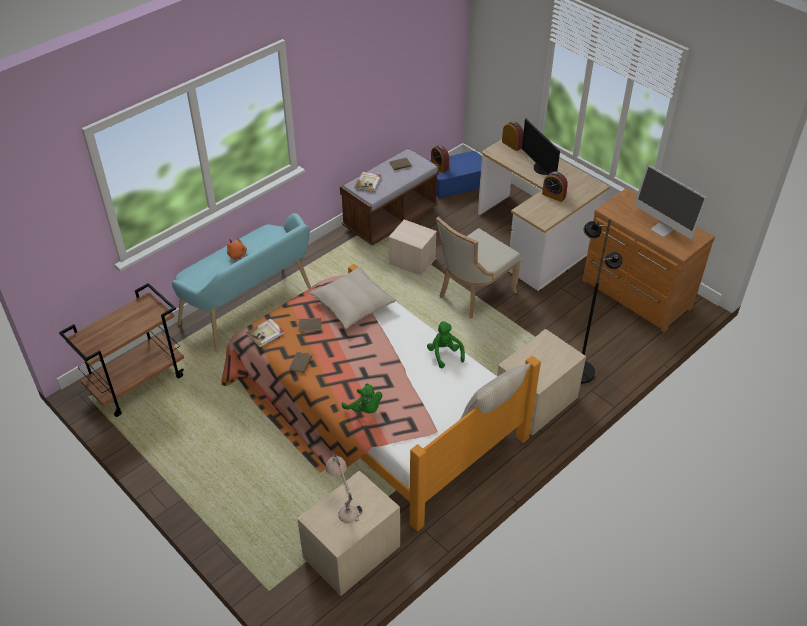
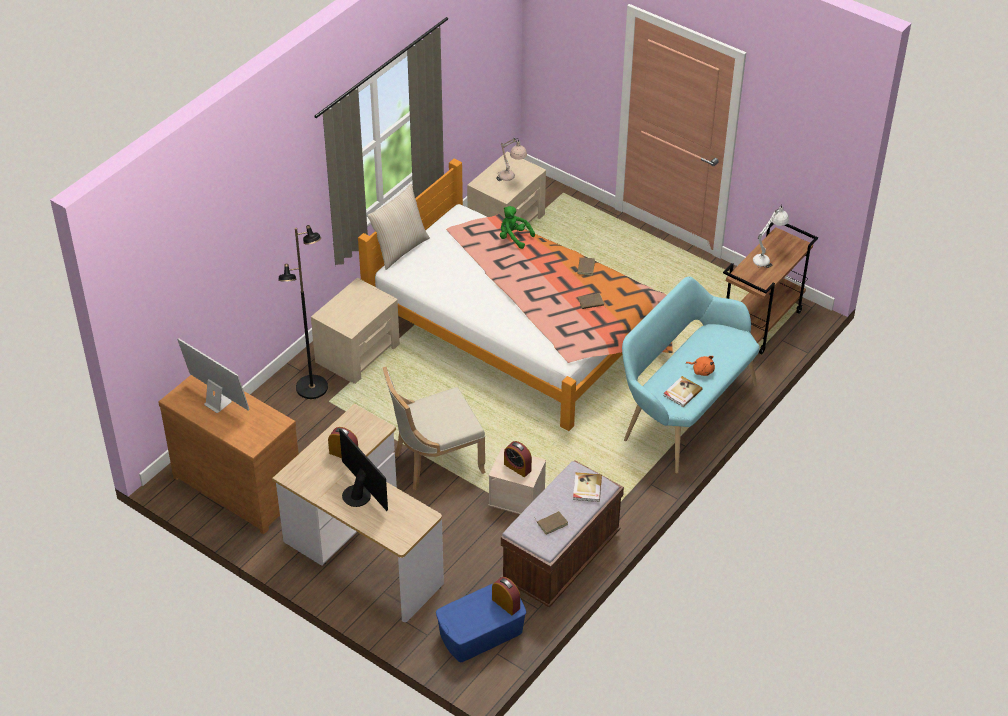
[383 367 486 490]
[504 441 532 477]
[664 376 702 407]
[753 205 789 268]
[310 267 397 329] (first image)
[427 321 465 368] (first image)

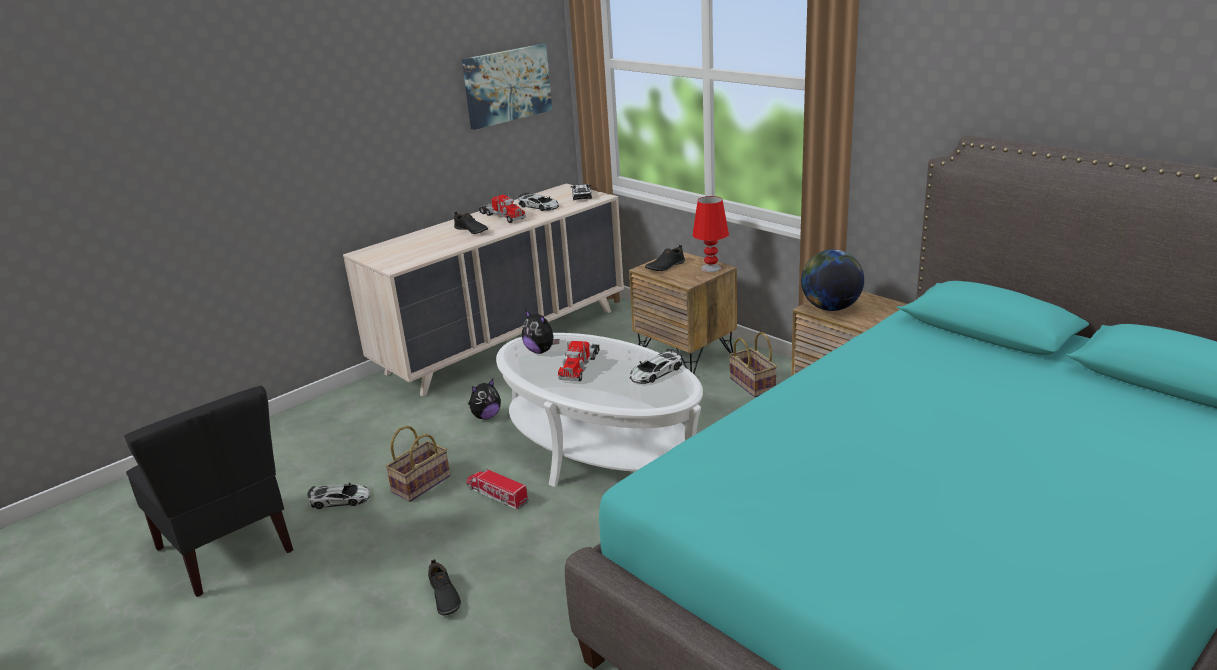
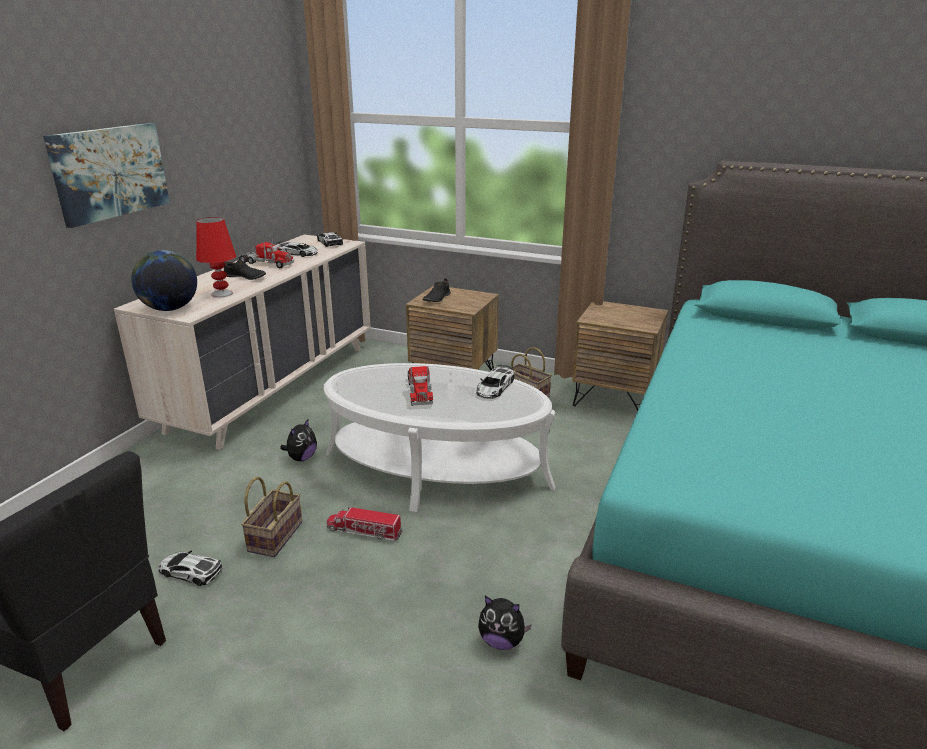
[43 123 170 228]
[131 250 197 311]
[158 551 222 586]
[196 217 236 298]
[478 596 531 650]
[428 559 461 616] (first image)

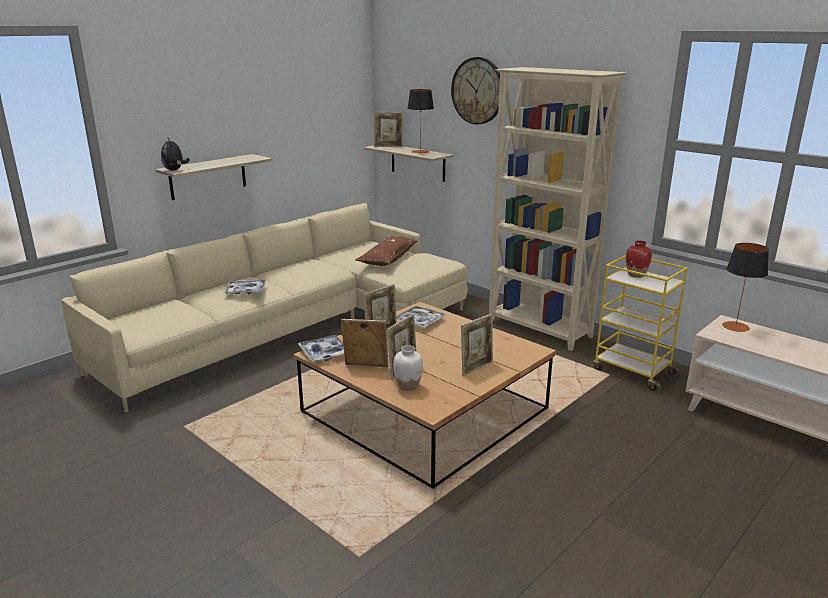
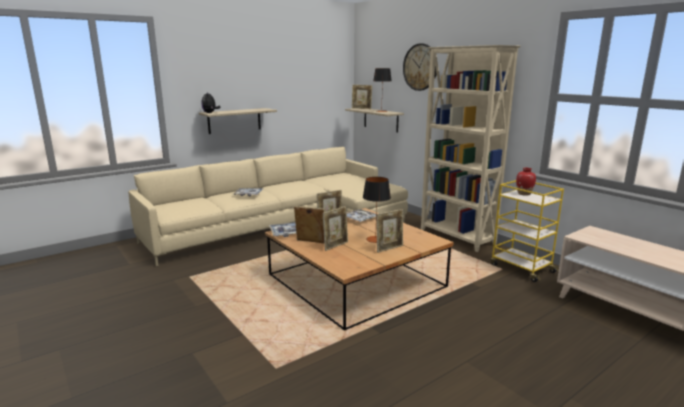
[363 177 391 243]
[355 236 417 266] (first image)
[393 345 423 391] (first image)

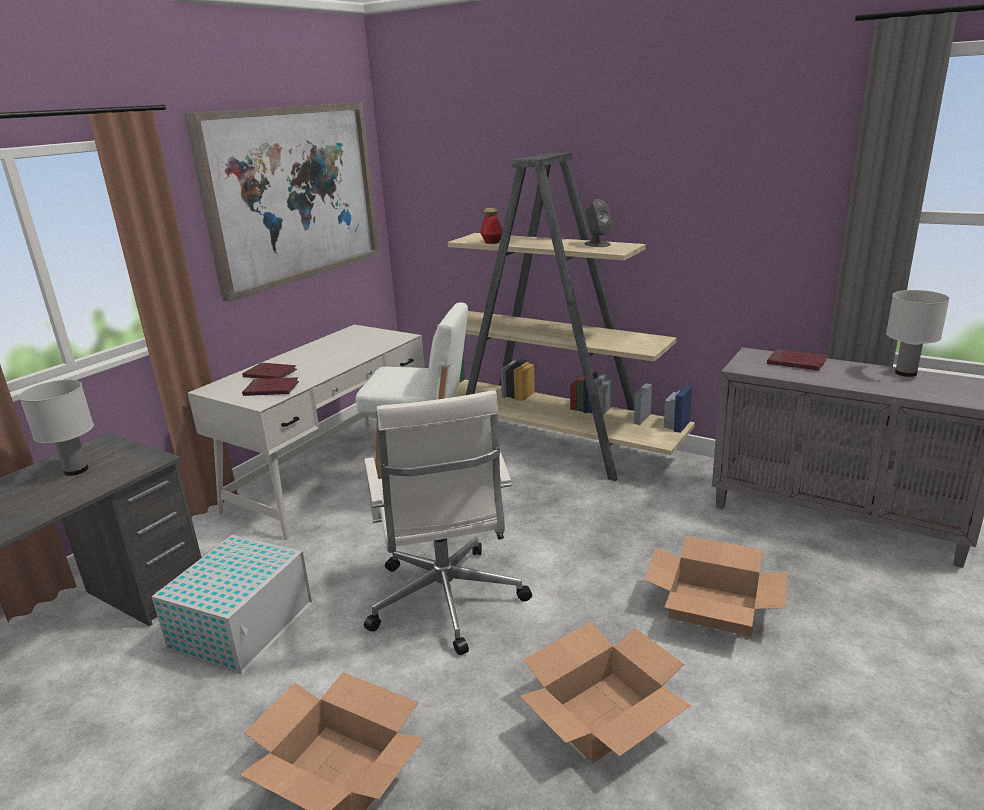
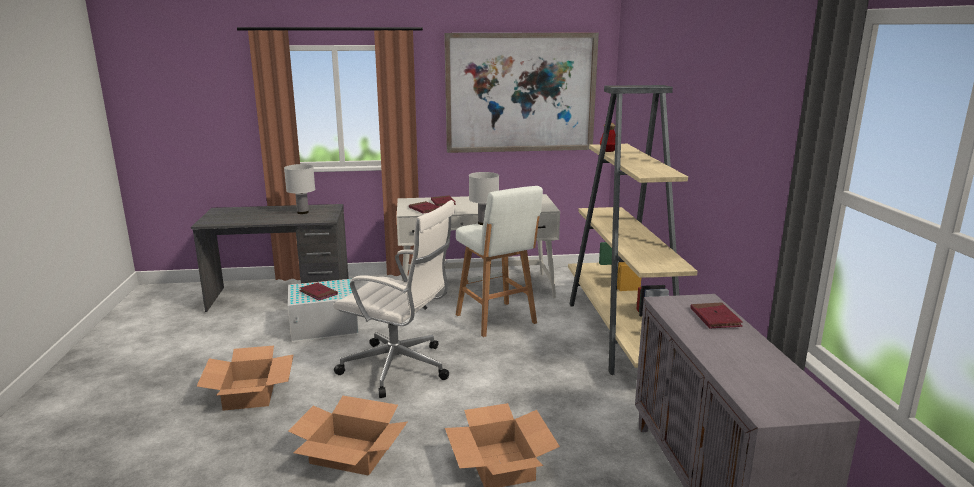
[299 283 338 300]
[333 200 455 398]
[469 172 499 225]
[585 199 612 247] (first image)

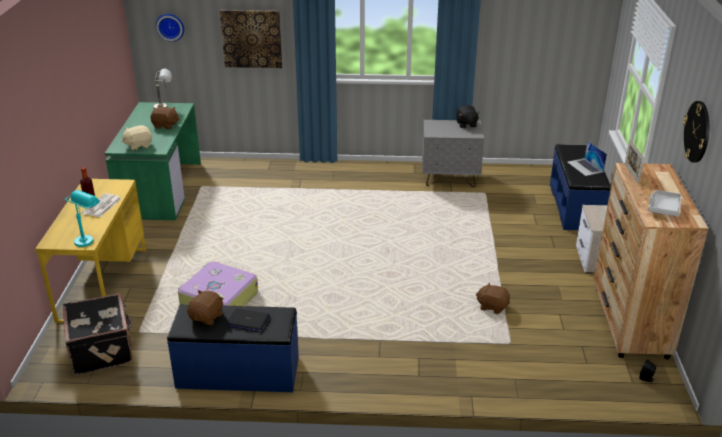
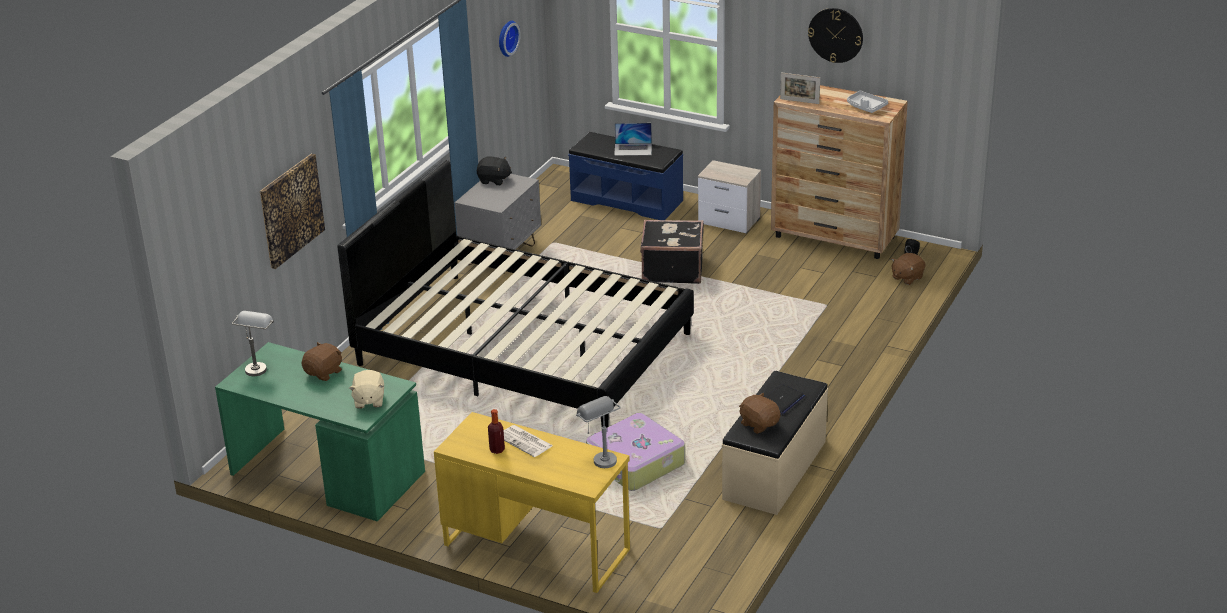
[338 160 694 428]
[499 21 521 57]
[576 396 621 468]
[640 220 704 284]
[722 371 828 515]
[891 253 925 285]

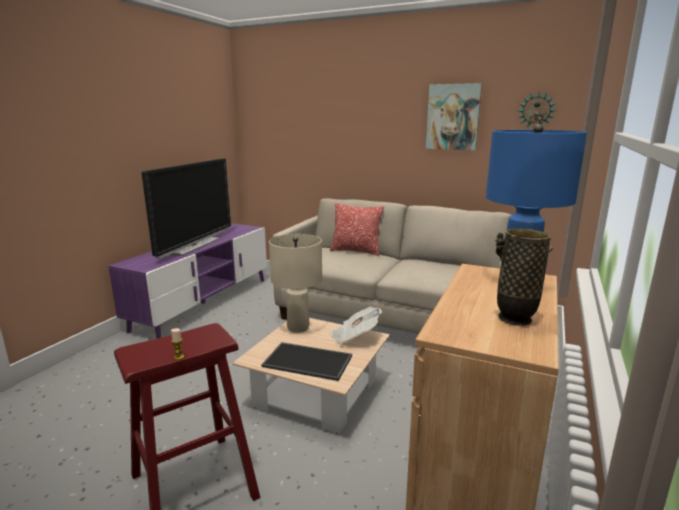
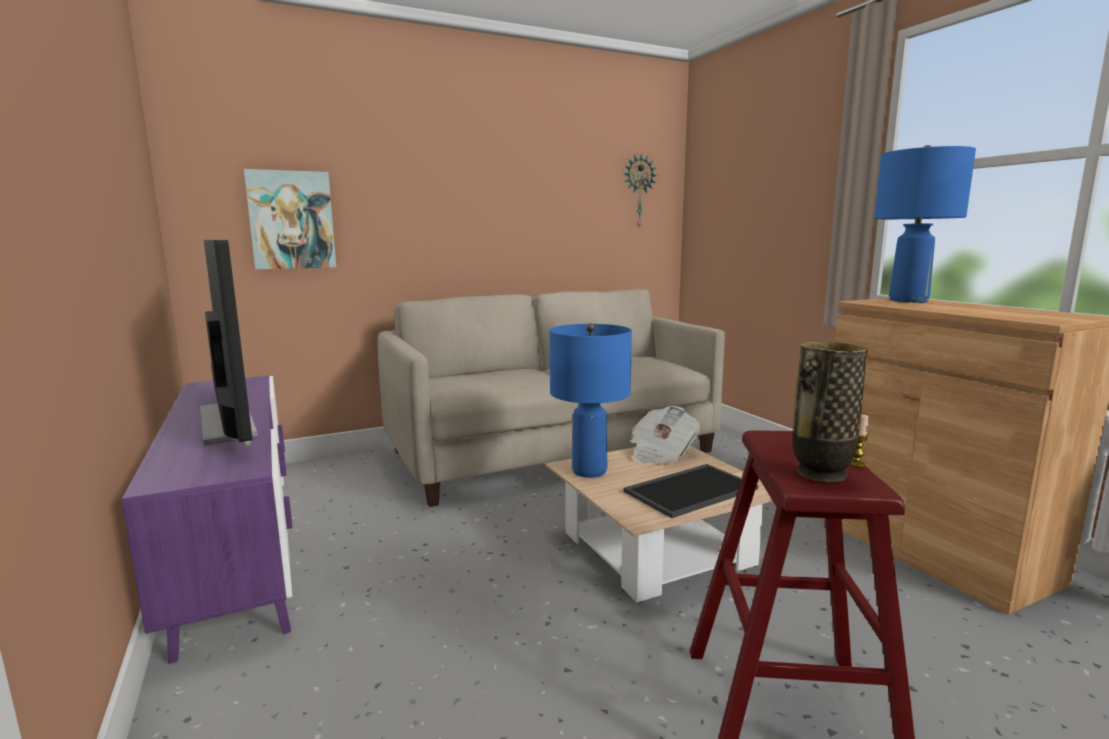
[244 169 336 269]
[550 323 632 478]
[793 342 868 482]
[330 203 384 256] (first image)

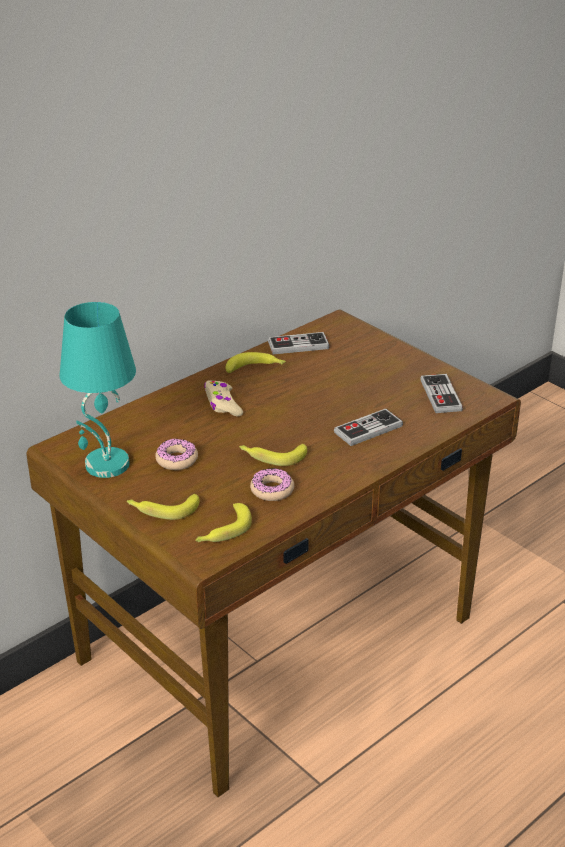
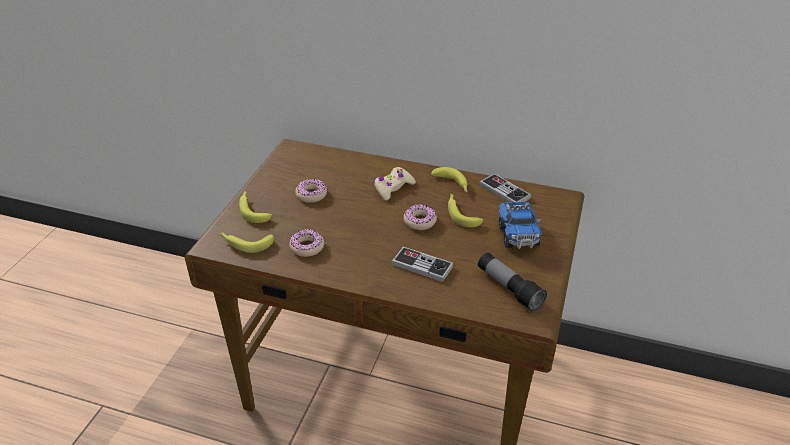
[404 204 437 230]
[448 194 483 227]
[478 253 547 312]
[499 202 542 249]
[60 302 136 478] (first image)

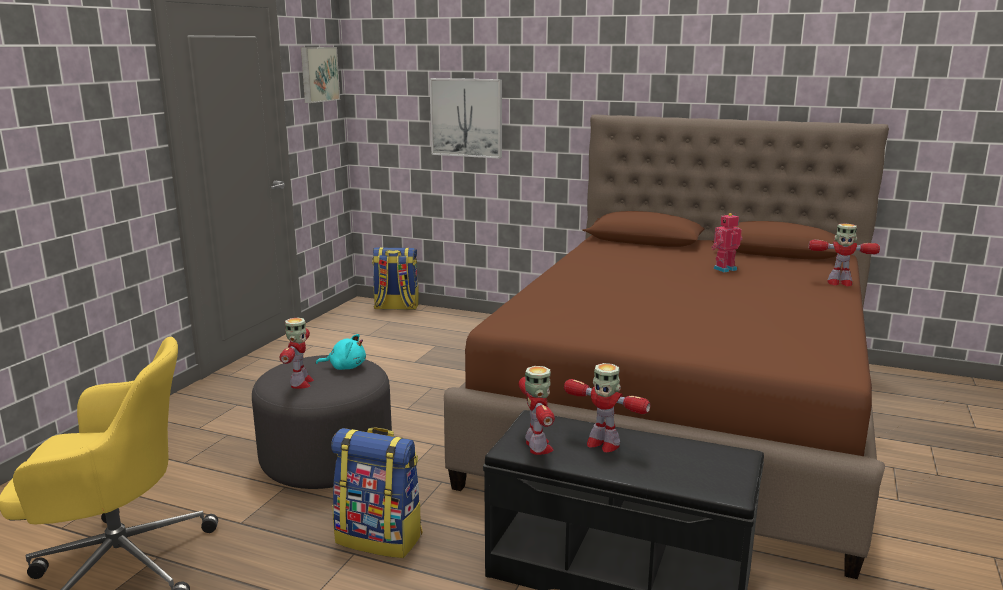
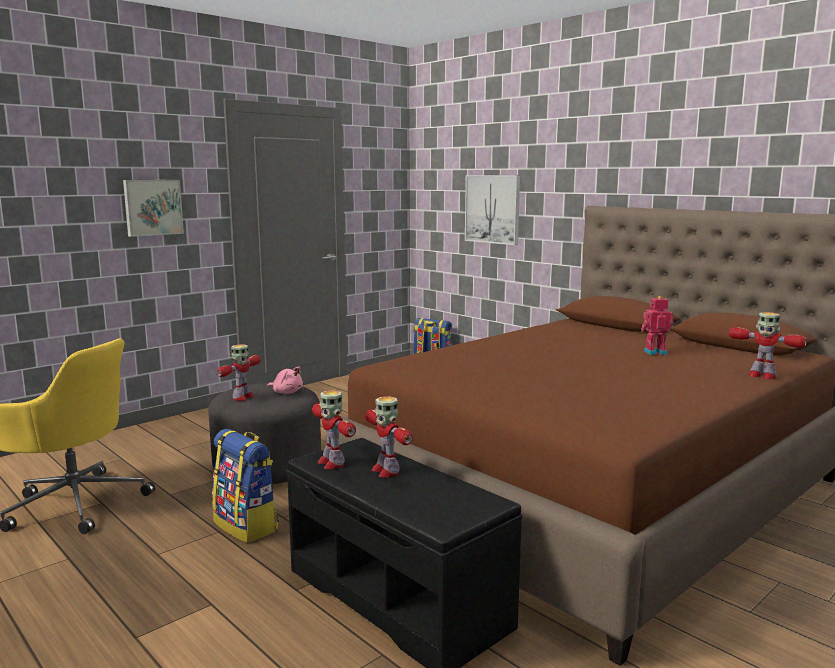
[123 180 184 237]
[267 367 303 394]
[312 390 356 469]

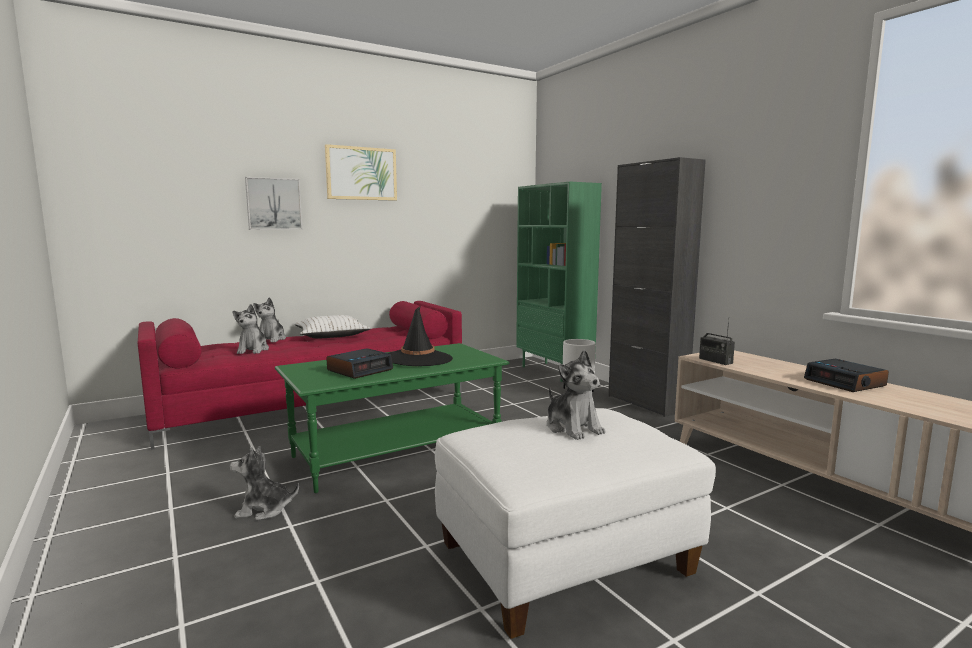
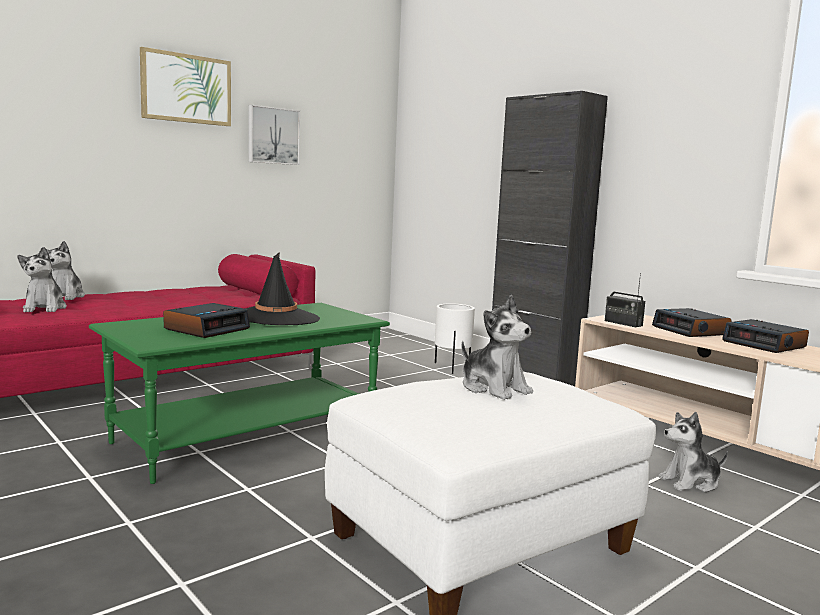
[248 105 300 165]
[652 308 732 337]
[658 412 728 492]
[295 315 371 339] (first image)
[516 182 602 382] (first image)

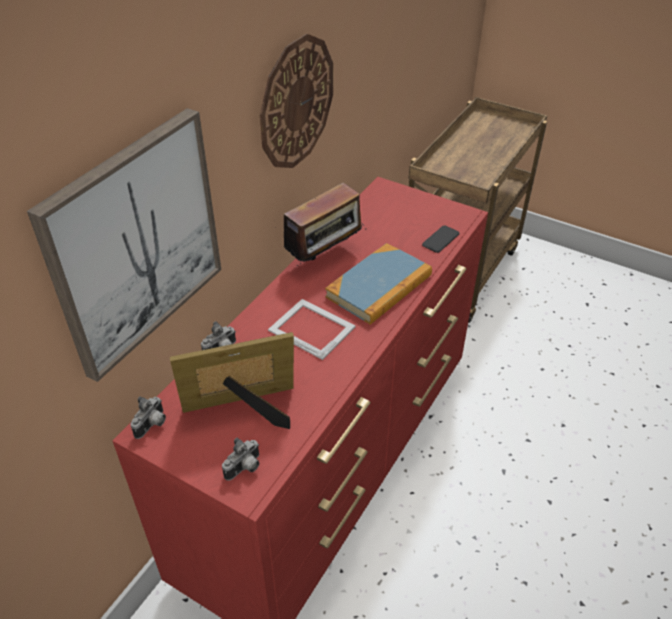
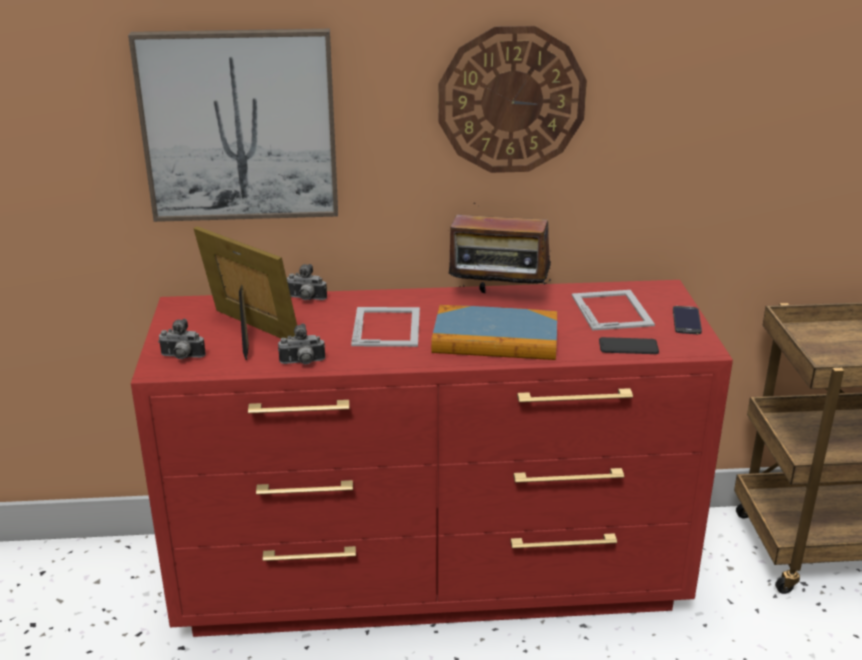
[278 323 325 364]
[572 290 655 331]
[673 306 702 334]

